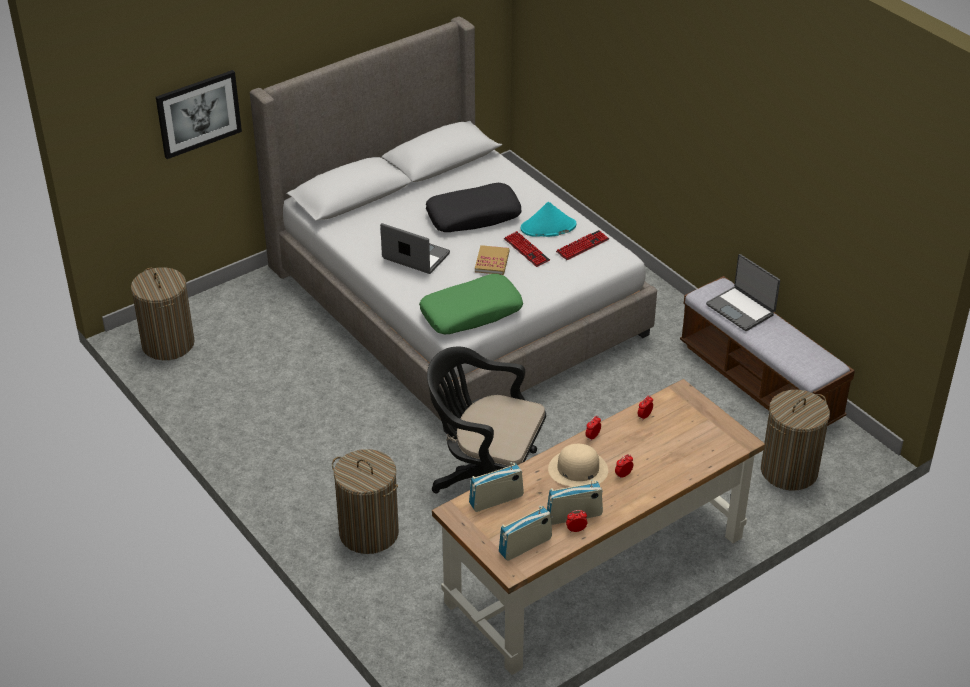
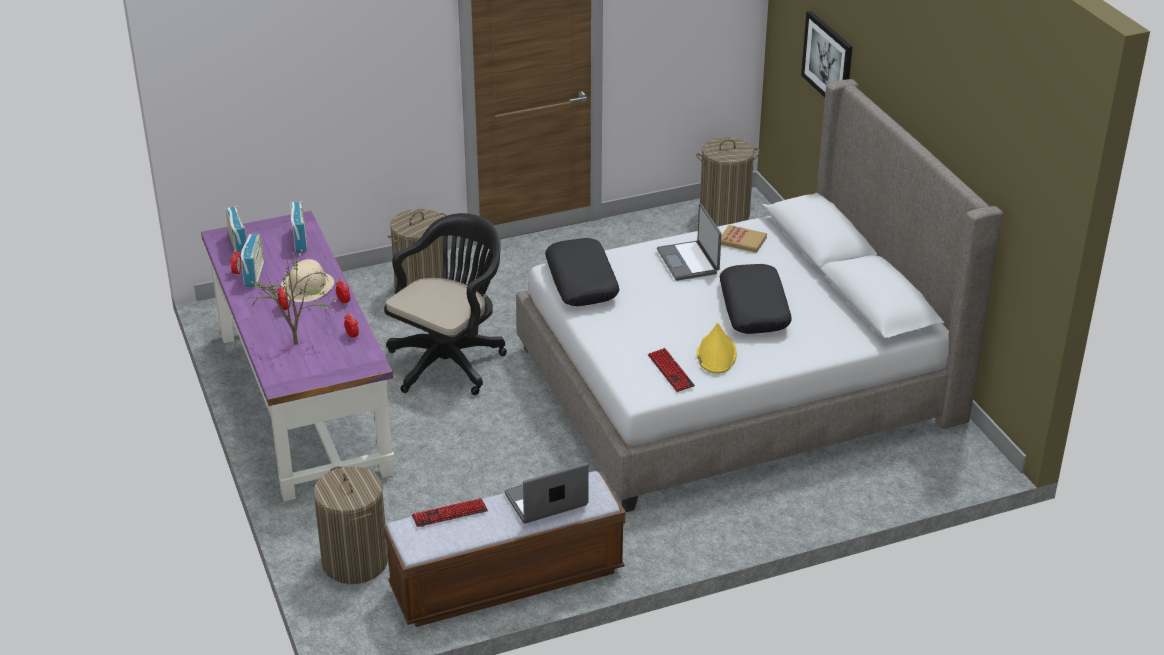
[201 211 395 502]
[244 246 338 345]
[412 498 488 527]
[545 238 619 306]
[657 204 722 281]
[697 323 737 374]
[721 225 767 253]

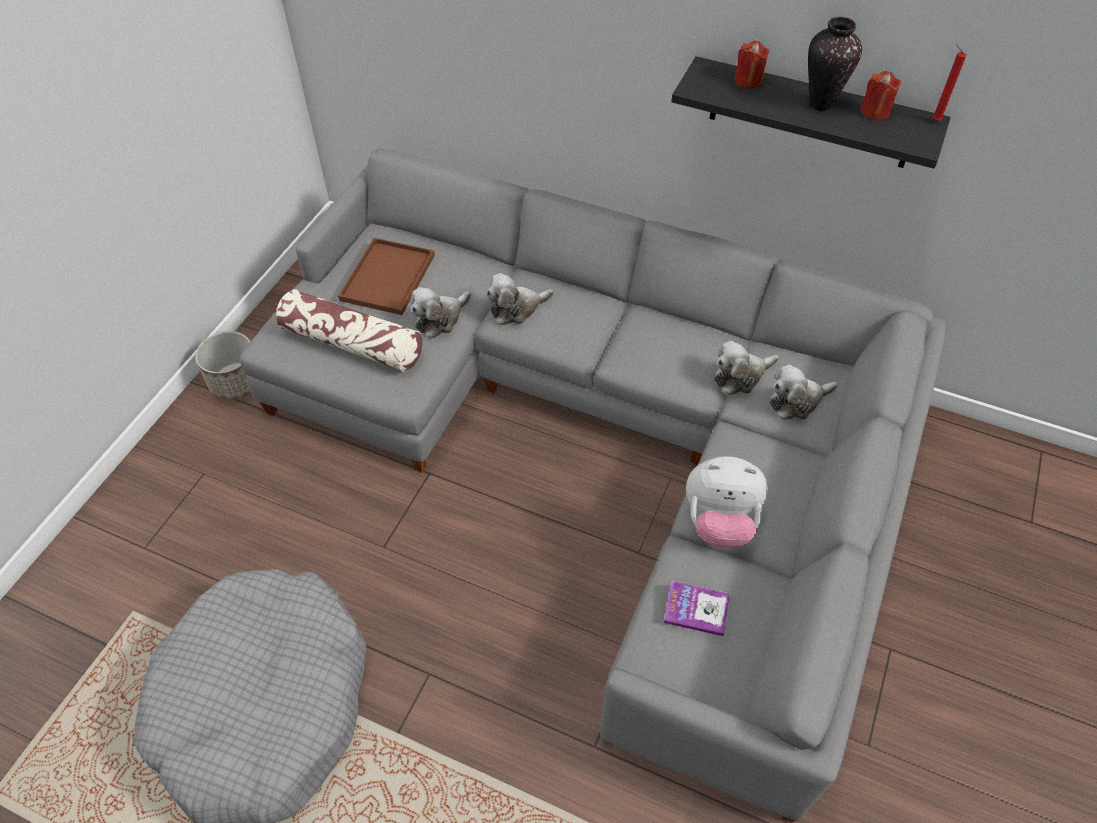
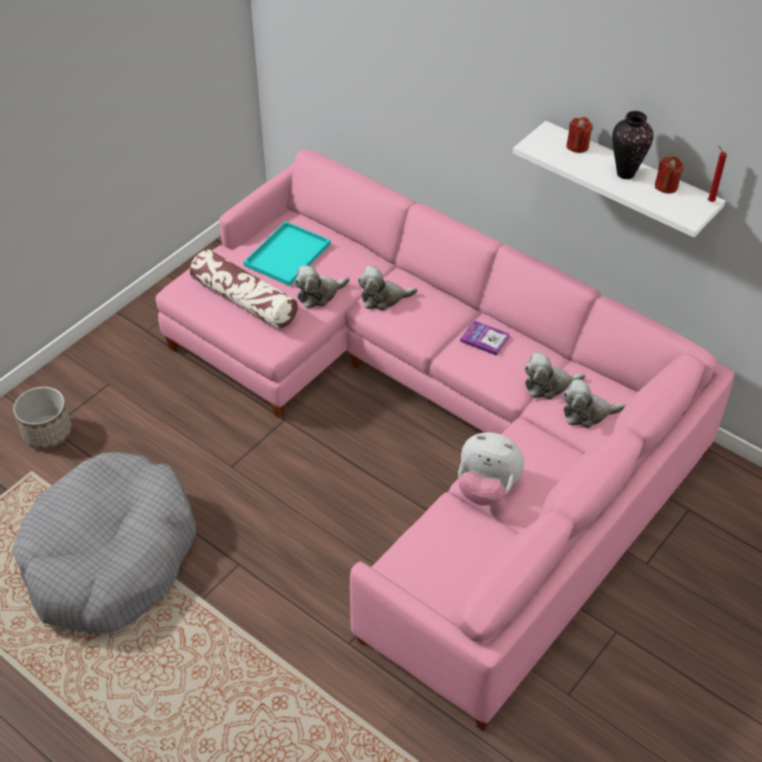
[13 387 72 449]
[156 150 735 731]
[243 221 331 286]
[460 320 510 356]
[513 121 725 237]

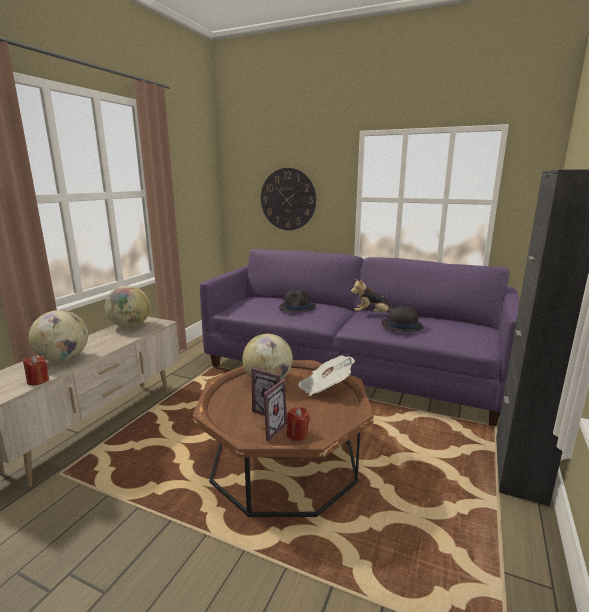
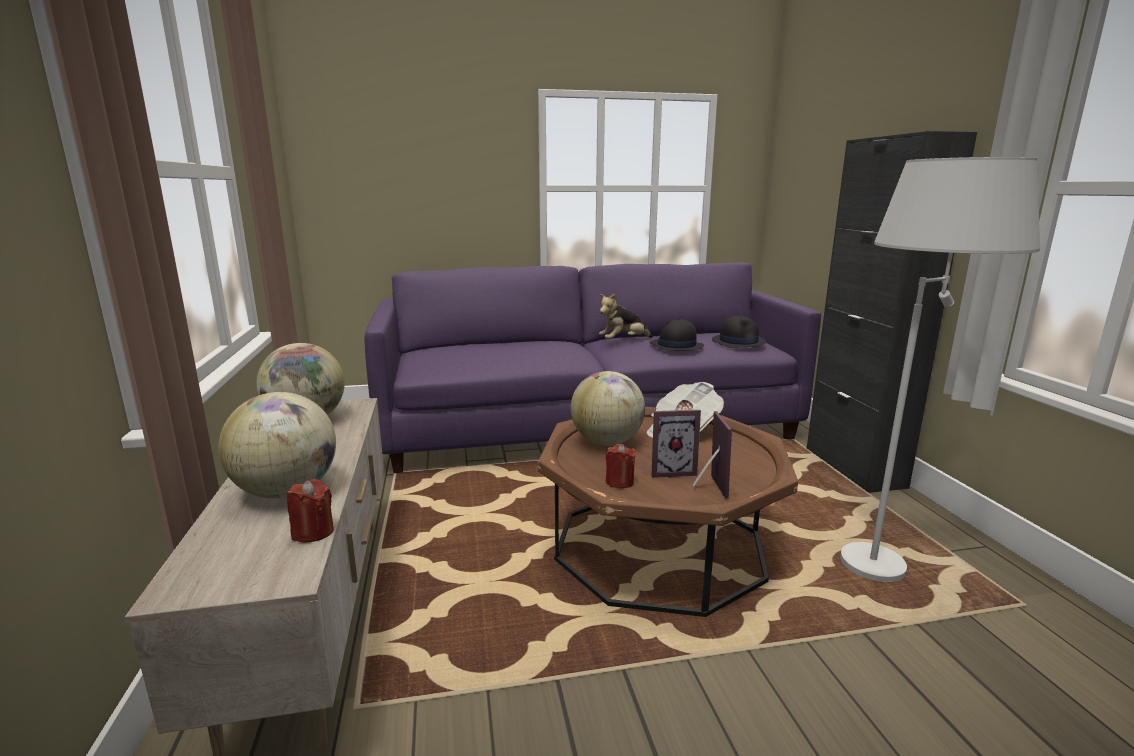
[606 444 636 488]
[712 315 766 348]
[840 157 1040 582]
[261 168 316 230] (first image)

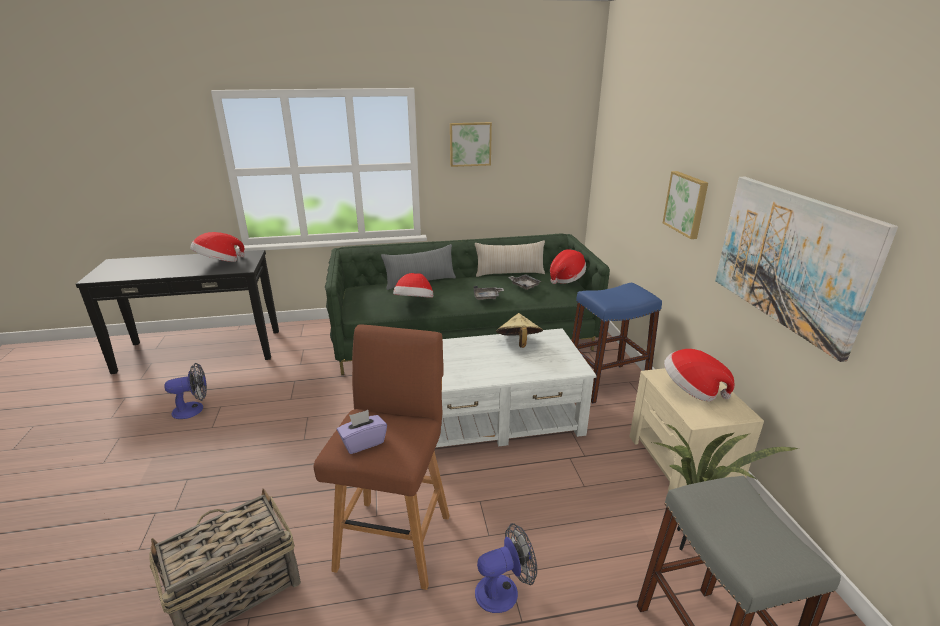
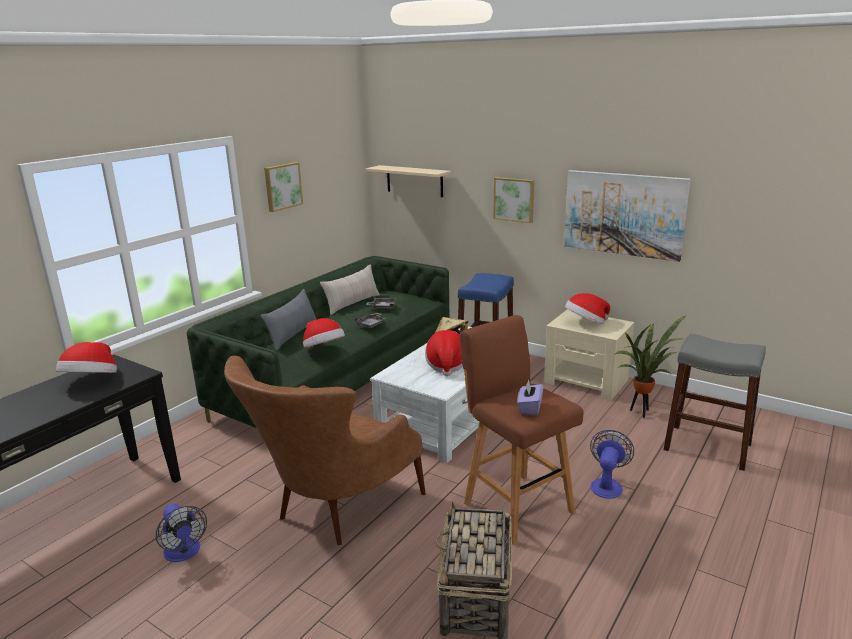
[156 504 207 562]
[224 356 426 545]
[366 165 451 197]
[425 330 463 376]

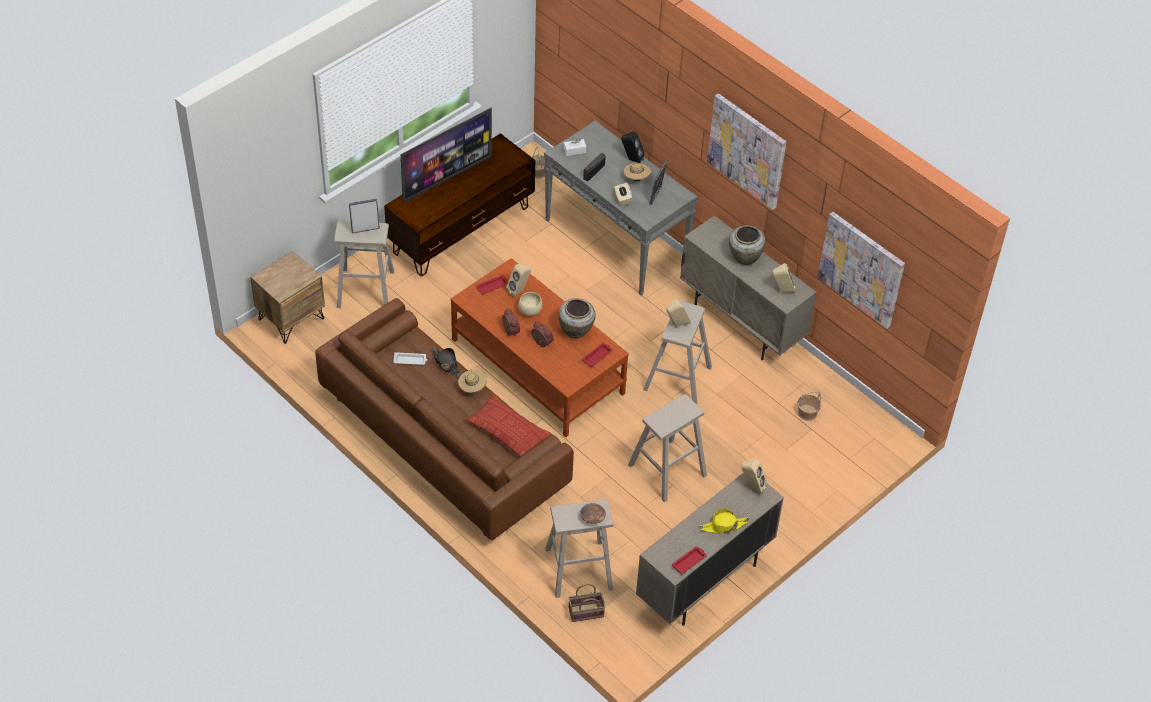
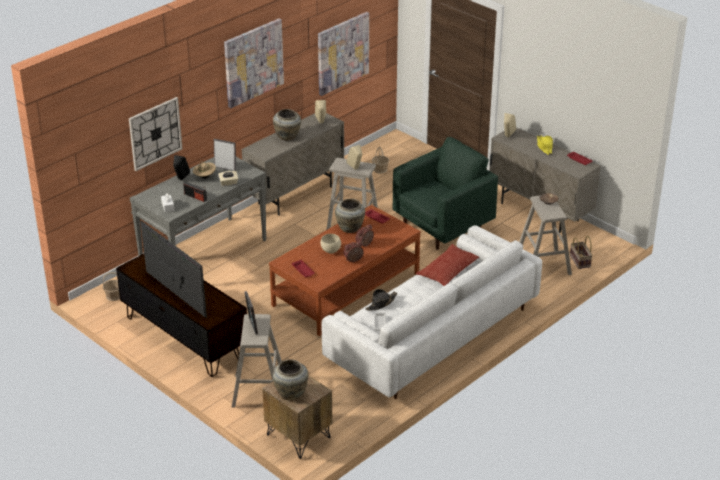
[129 97 182 171]
[273 360 308 400]
[322 225 542 399]
[392 137 498 250]
[458 370 487 393] (first image)
[506 264 531 297] (first image)

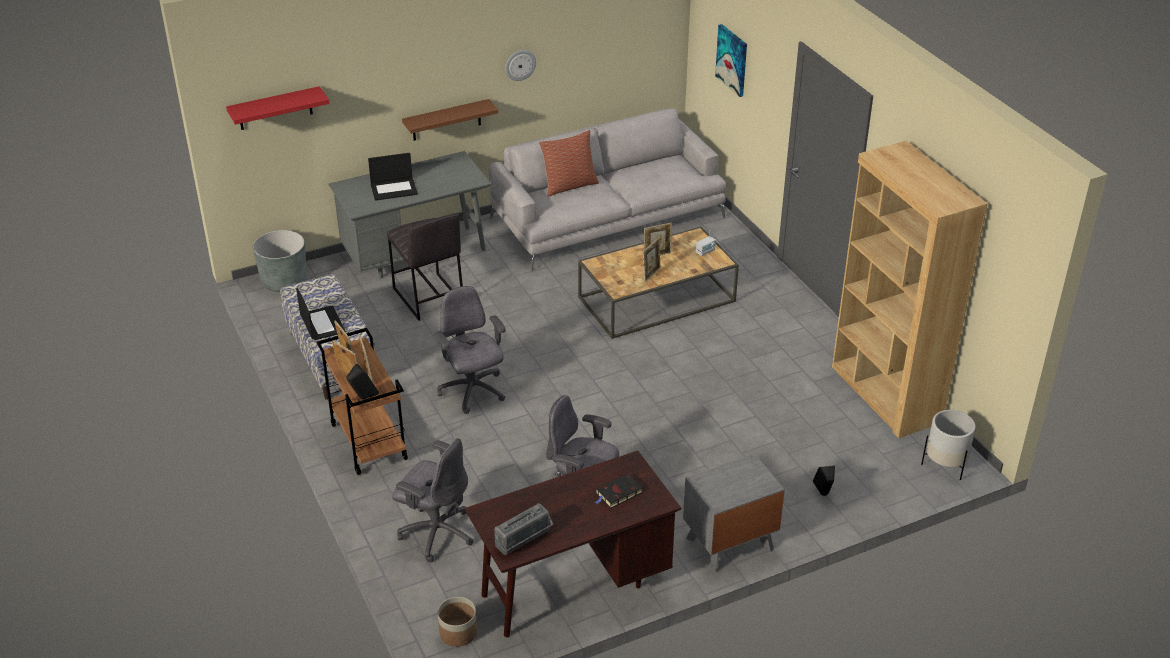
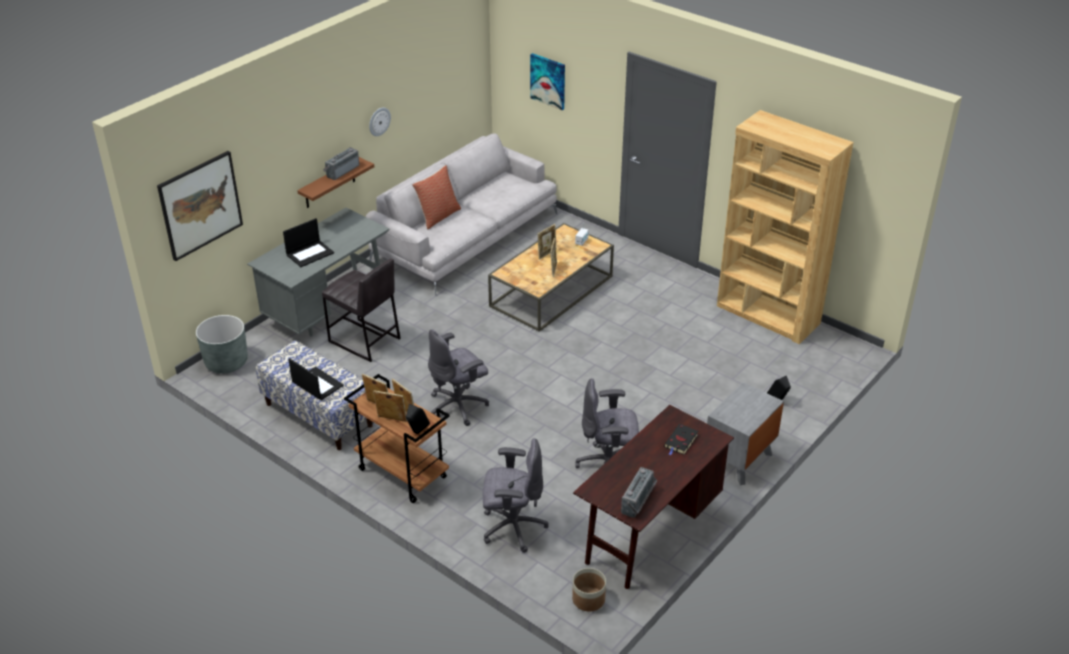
[157 151 243 261]
[323 147 359 180]
[428 329 489 426]
[921 410 976 480] (first image)

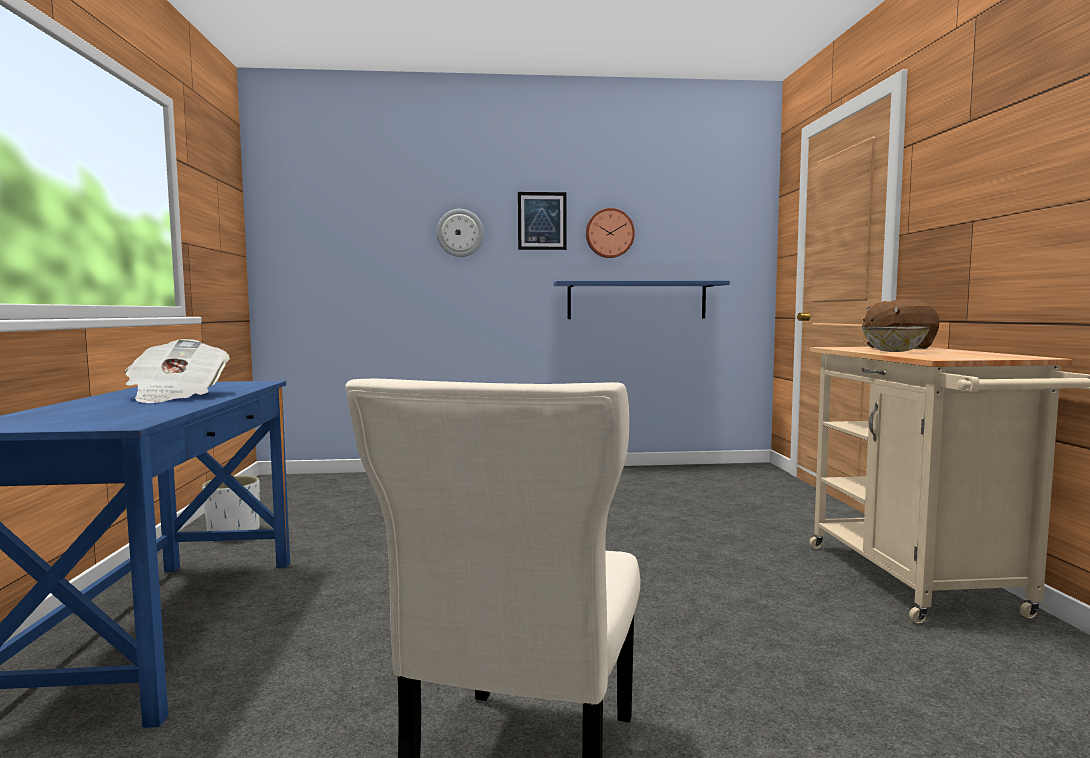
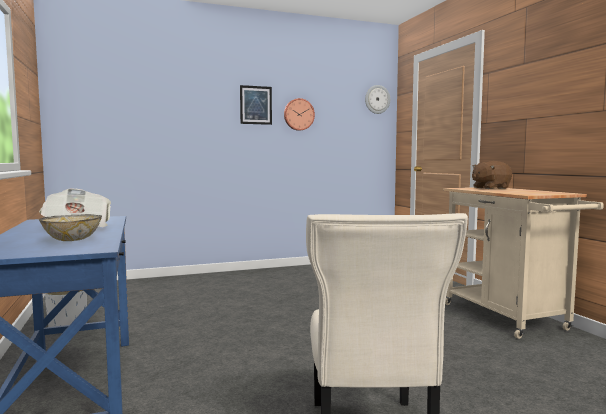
[39 214 102 241]
[365 85 390 114]
[554 281 730 319] (first image)

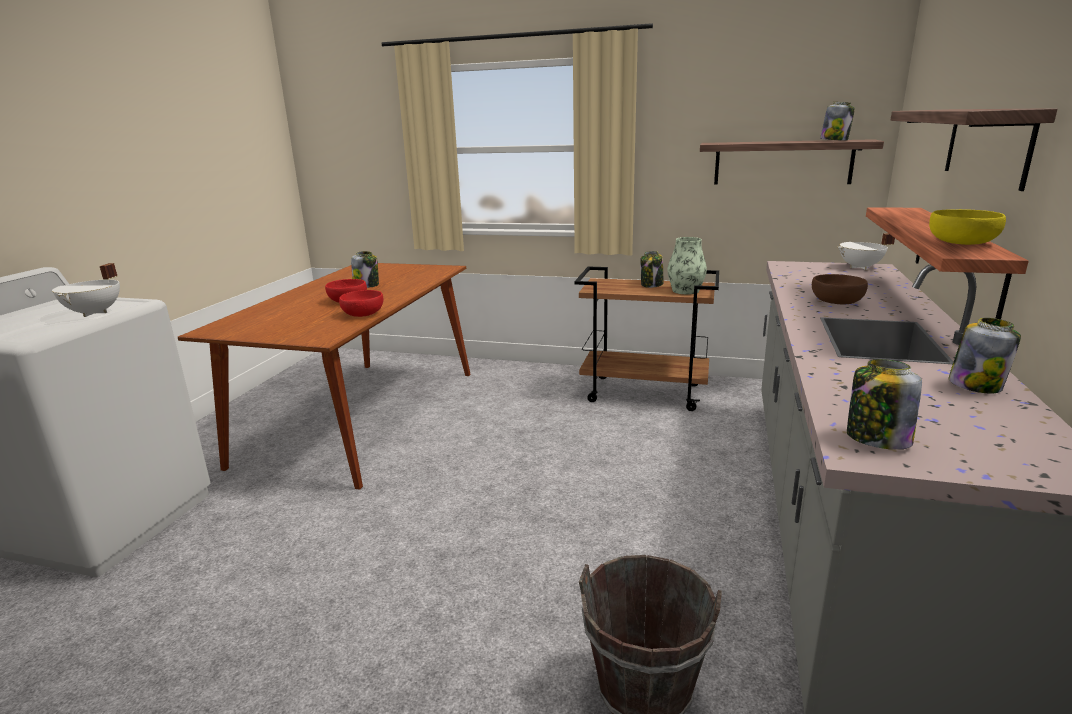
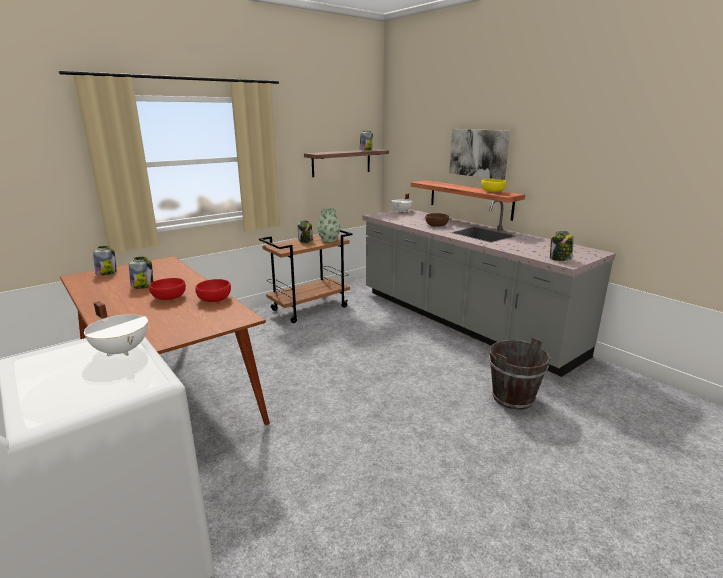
[93 246 117 275]
[449 129 510 180]

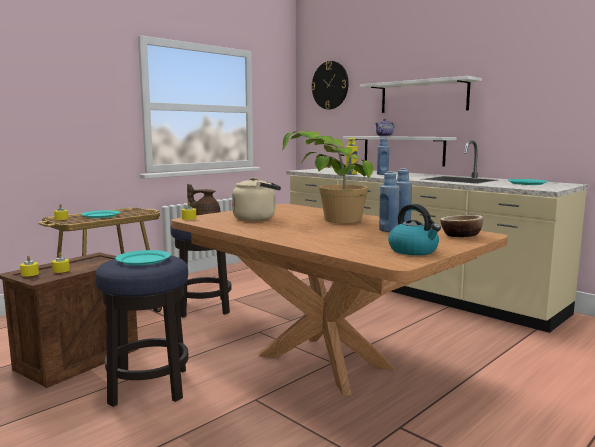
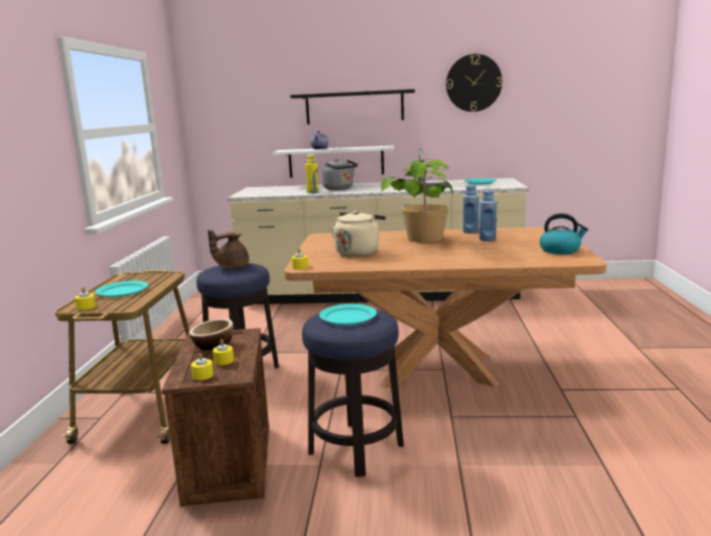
[189 319 234 350]
[290 89 415 124]
[322 159 358 190]
[446 54 502 112]

